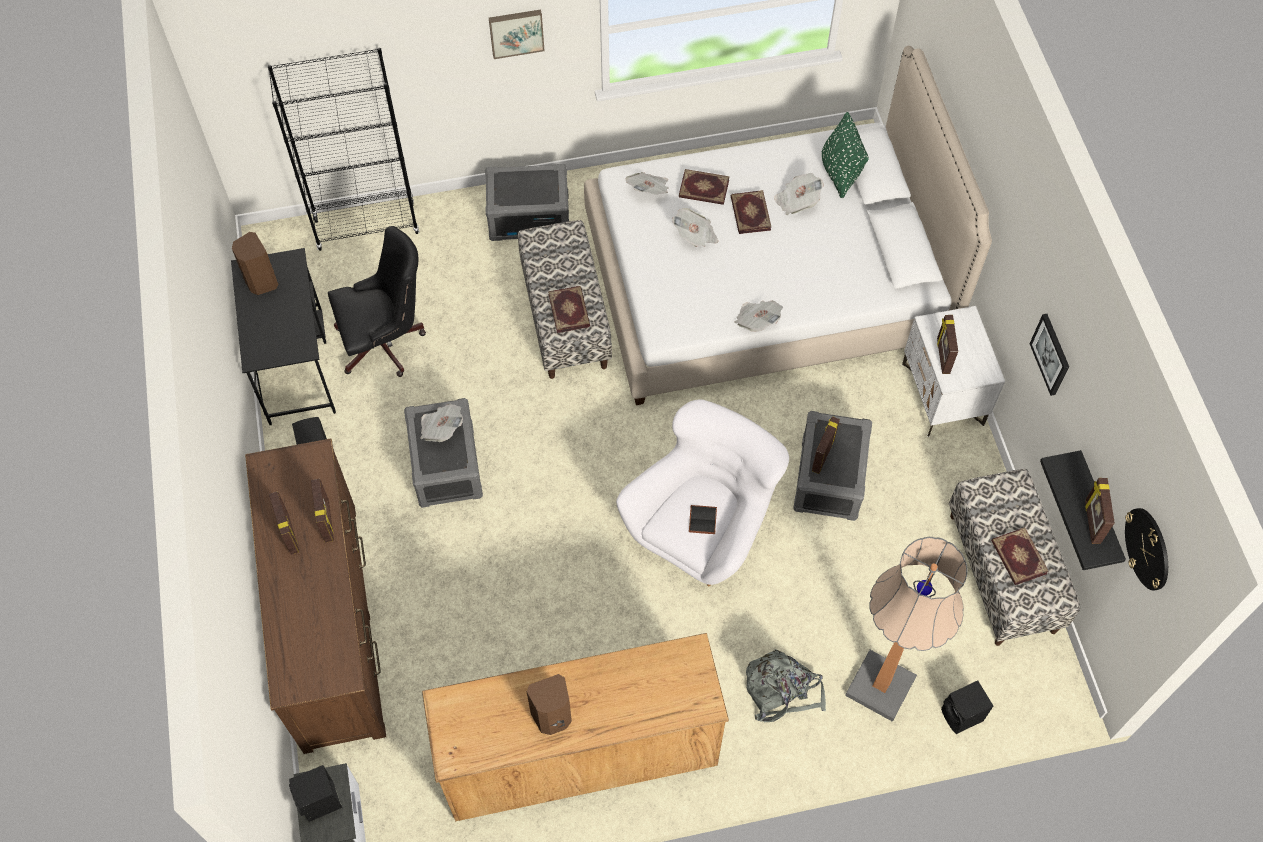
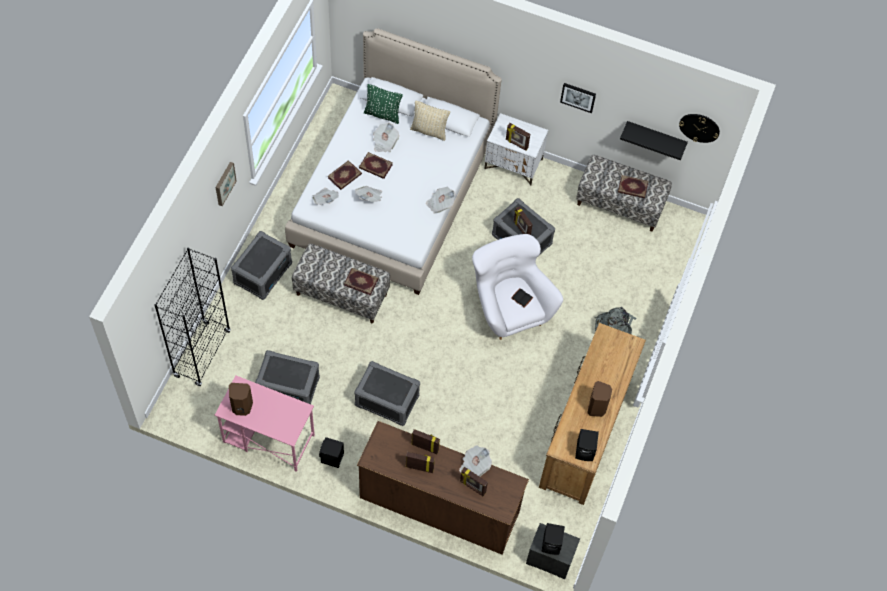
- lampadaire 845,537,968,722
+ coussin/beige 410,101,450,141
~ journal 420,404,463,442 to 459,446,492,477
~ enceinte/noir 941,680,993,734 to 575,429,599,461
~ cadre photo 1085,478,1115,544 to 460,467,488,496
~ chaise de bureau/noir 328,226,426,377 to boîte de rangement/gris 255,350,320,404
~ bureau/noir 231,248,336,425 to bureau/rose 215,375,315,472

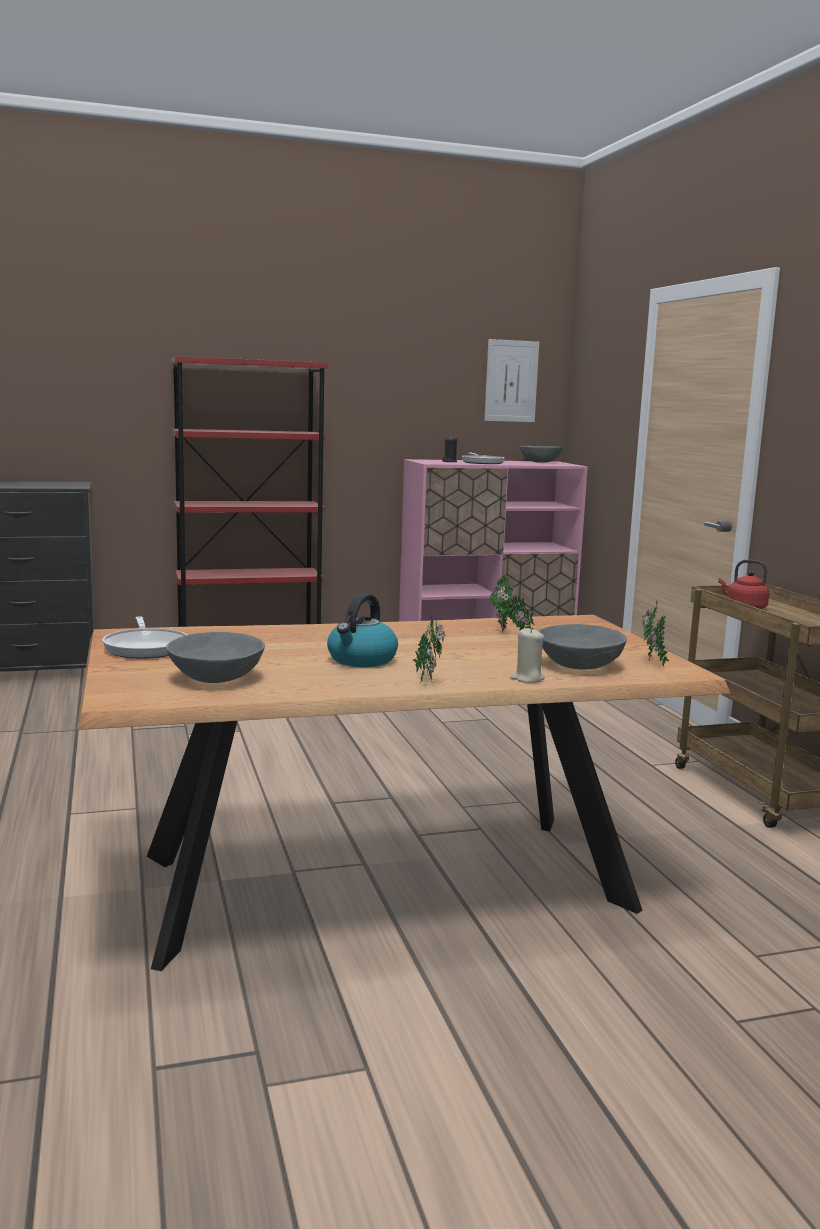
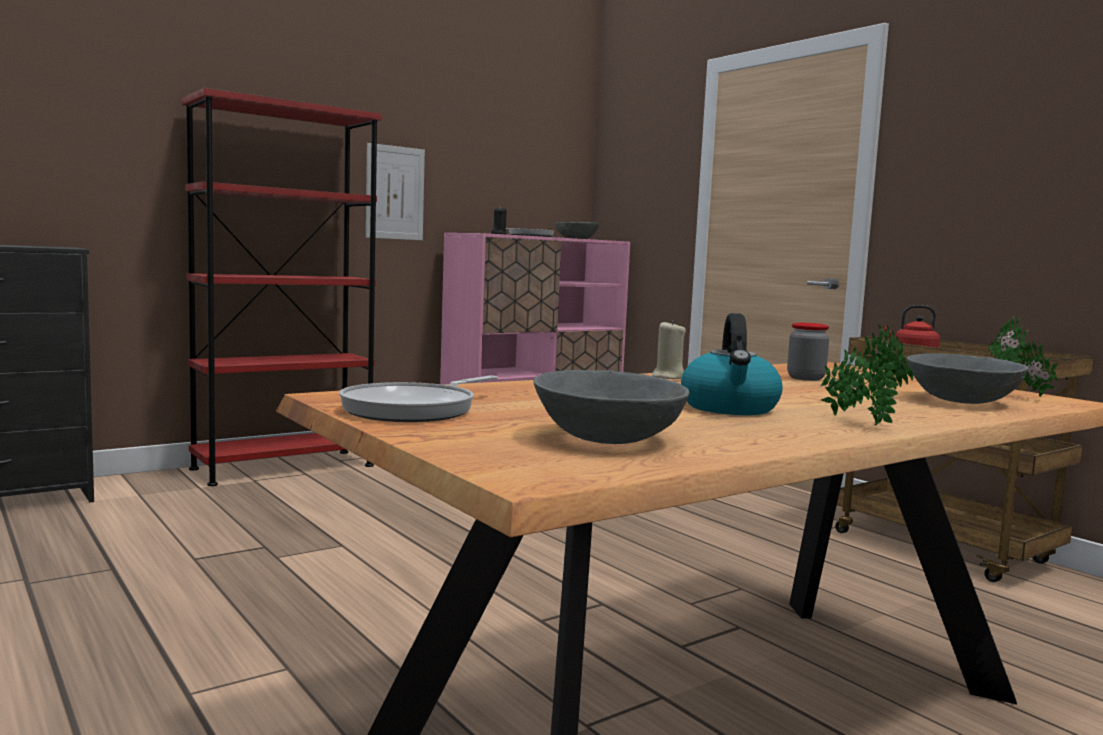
~ tableau 484,339,539,422 to 366,143,425,240
~ bougie/beige 510,628,545,683 to 651,320,686,379
~ plante en pot 490,574,534,633 to bocal 787,323,829,381
~ poêle 102,616,187,659 = 339,376,498,422 75 degrees clockwise

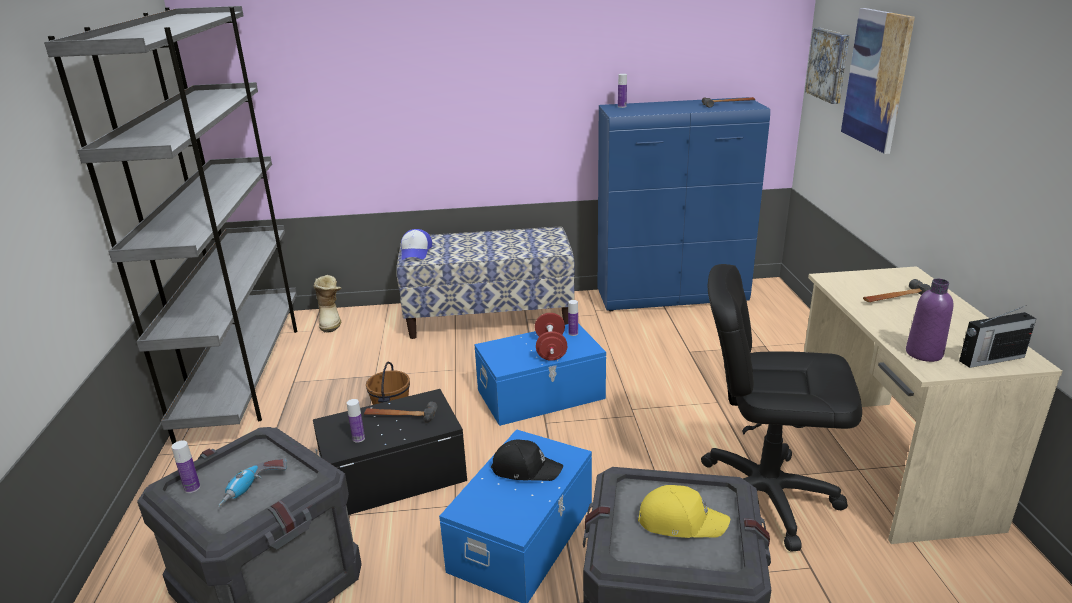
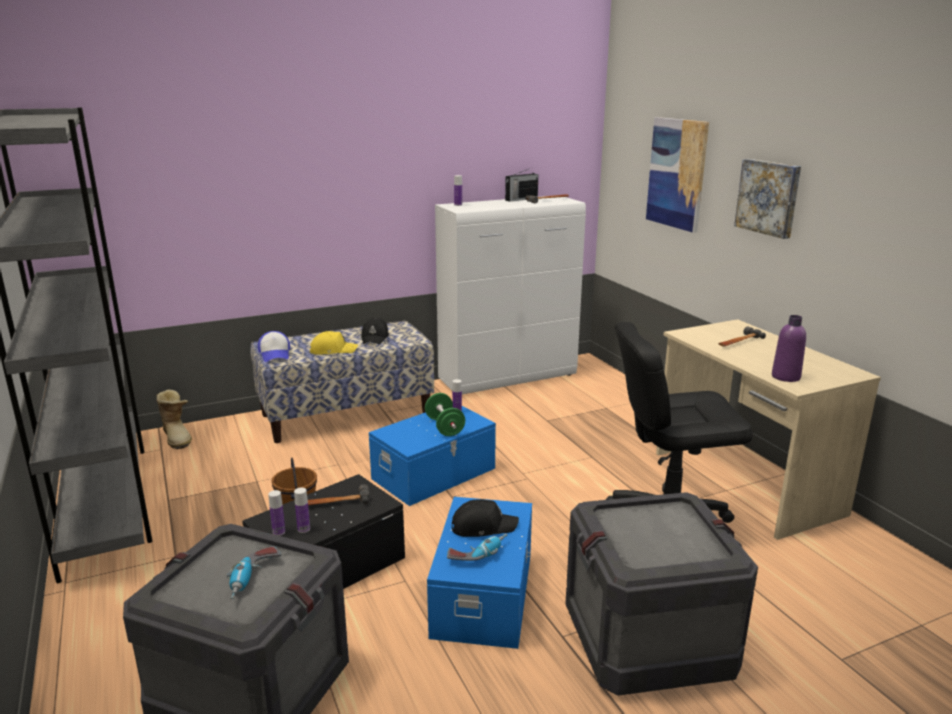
+ casquette/noir 361,317,389,344
+ perceuse 447,534,507,561
~ bouteille 172,440,200,493 to 268,490,285,536
~ casquette/jaune 638,485,730,538 to 310,331,358,355
~ tableau 805,28,850,104 to 734,159,801,239
~ radio 959,305,1037,368 to 505,167,538,202
~ haltère/rouge 535,313,567,361 to haltère/vert 425,393,465,436
~ meuble de rangement/bleu 598,97,770,311 to meuble de rangement/blanc 435,196,586,394

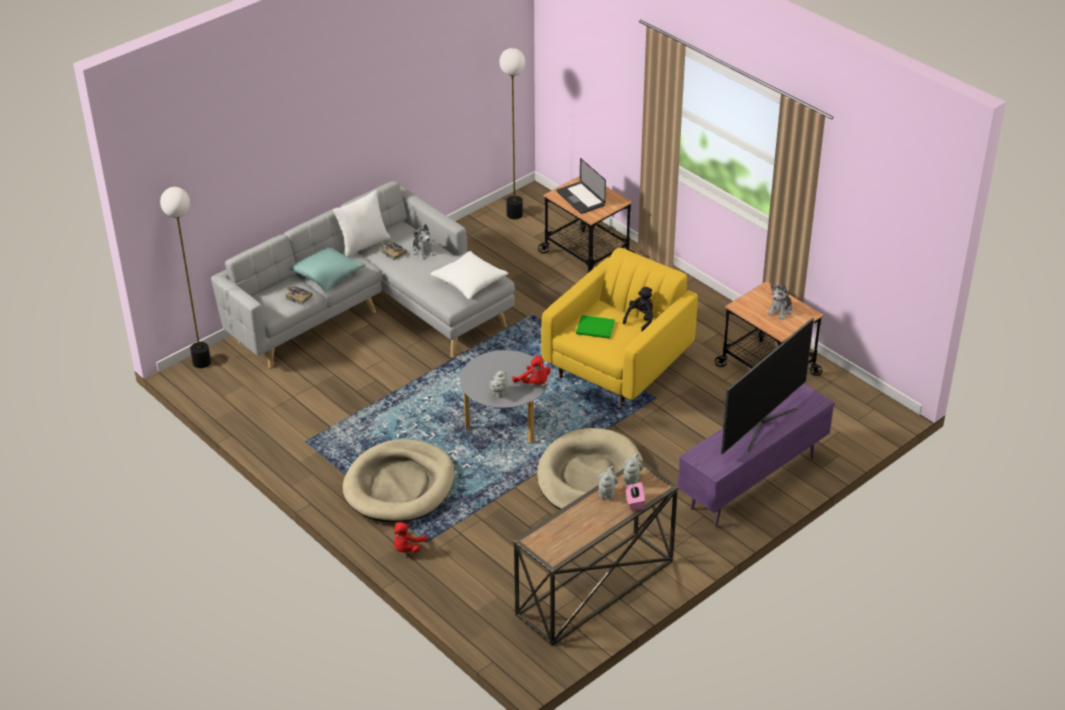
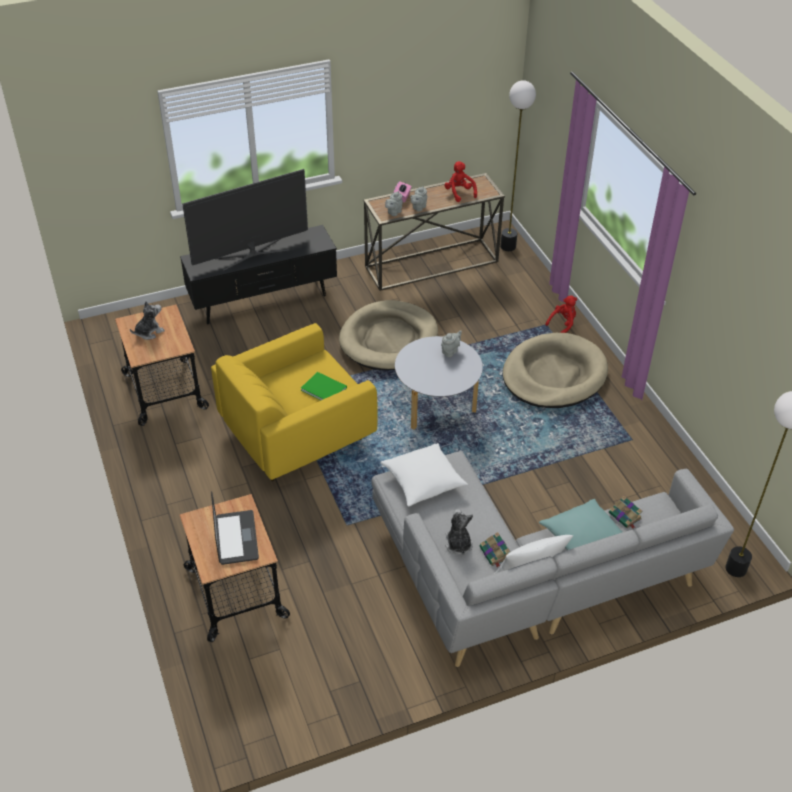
- peluche/noir 623,287,653,331
~ lampadaire 499,48,525,219 to 500,80,536,251
~ peluche/rouge 512,355,551,385 to 444,161,477,202
~ meuble télé/violet 678,384,835,527 to meuble télé/noir 180,225,337,324

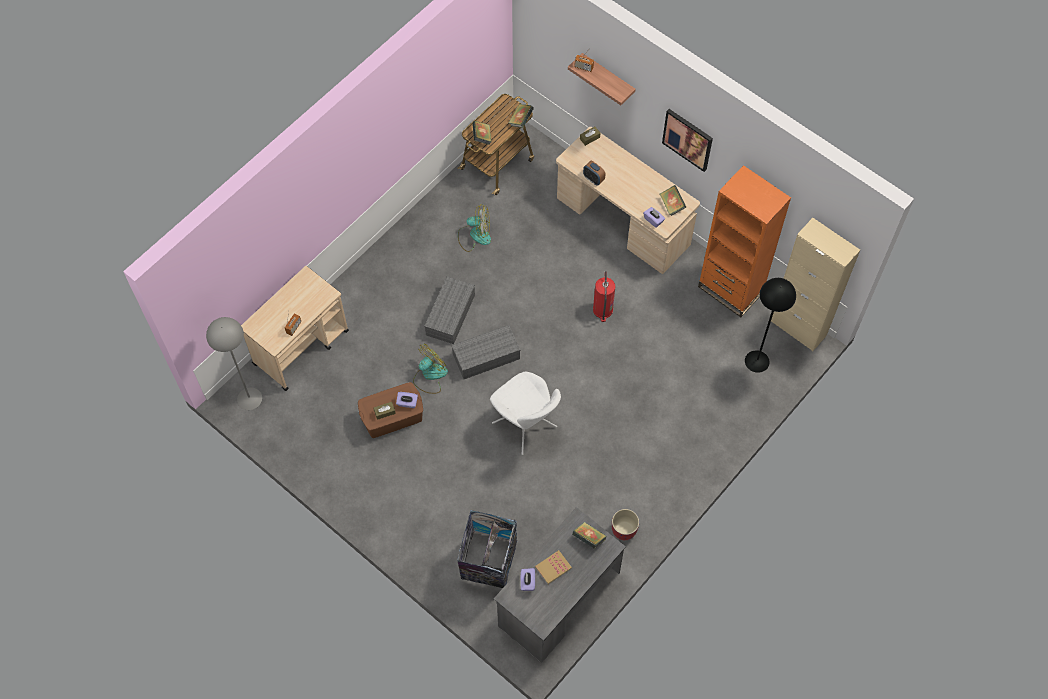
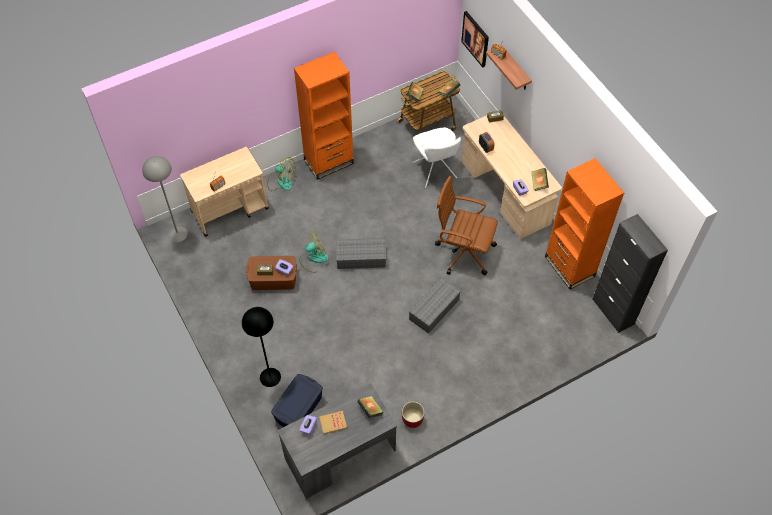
+ bibliothèque/orange 294,52,354,180
~ boîte de rangement/gris 424,276,475,344 to 409,278,461,334
~ ventilateur 458,204,491,252 to 267,157,295,191
~ chaise/blanc 490,372,561,455 to 412,127,461,188
~ tableau 662,109,713,172 to 461,11,489,68
~ lampadaire/noir 745,278,796,373 to 242,307,281,387
~ poubelle 457,510,517,588 to boîte de rangement/bleu 271,374,323,427
~ extincteur 593,271,615,322 to chaise de bureau/marron 435,176,498,275
~ meuble de rangement/beige 771,218,860,351 to meuble de rangement/noir 592,214,668,333

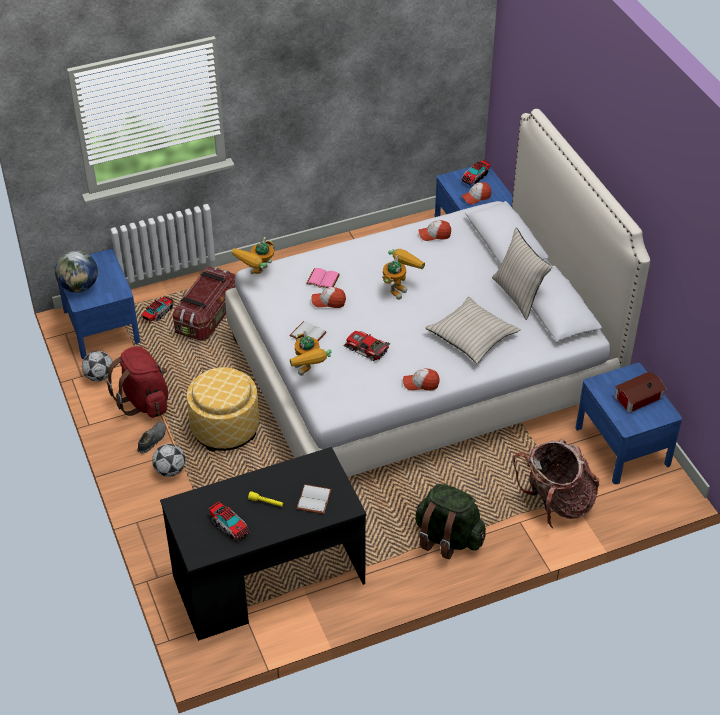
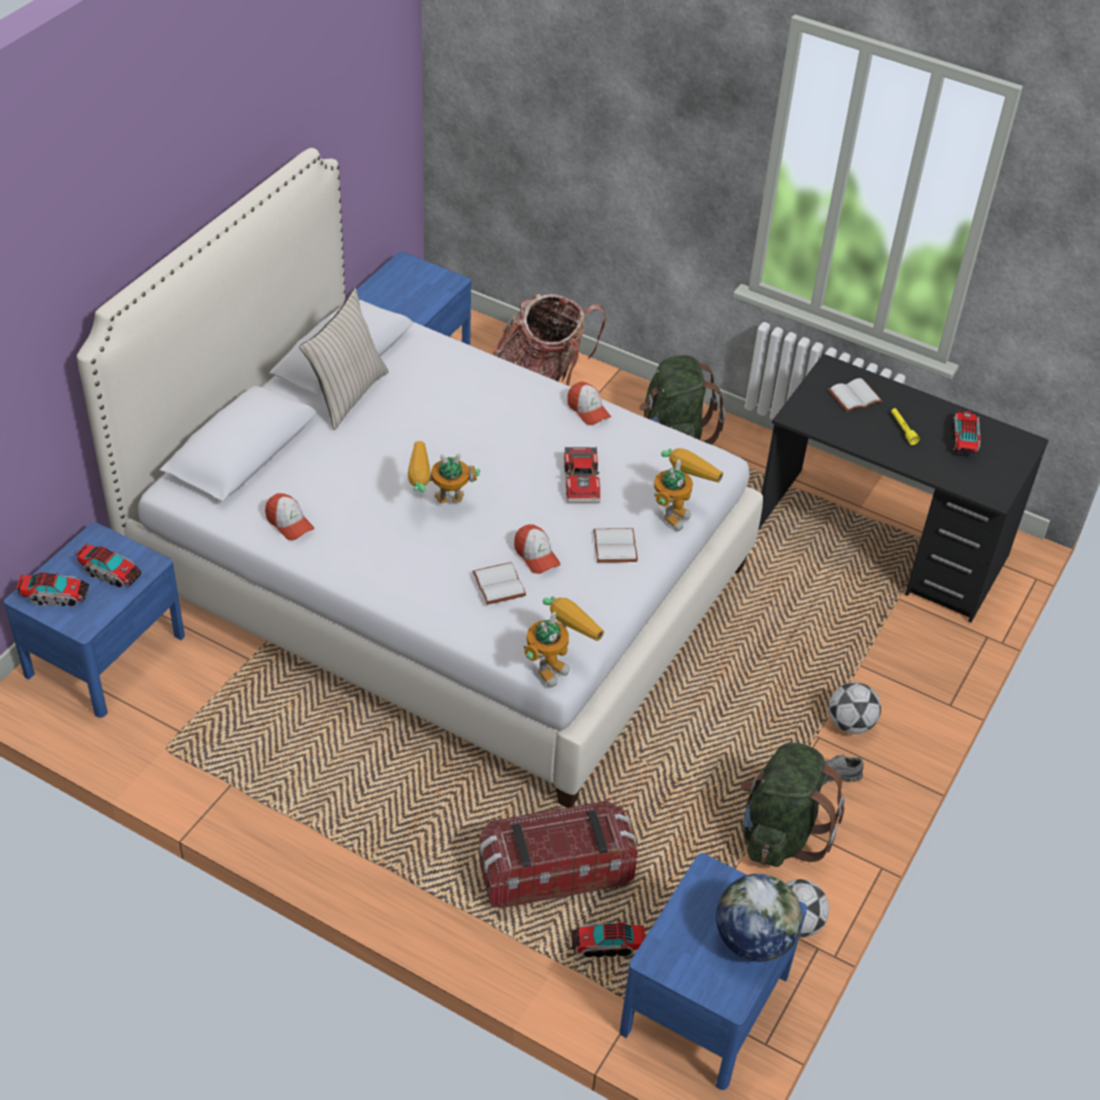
- pouf 187,367,259,452
- coussin/beige 425,297,521,364
- maison miniature 615,372,666,413
~ casquette 462,182,491,205 to camion jouet 75,543,142,588
~ sac à dos/rouge 106,346,168,418 to sac à dos/vert 741,742,845,867
~ livre/rose 306,268,340,288 to livre/blanc 472,562,526,605
~ robot jouet 232,237,275,274 = 524,596,604,688 45 degrees counterclockwise

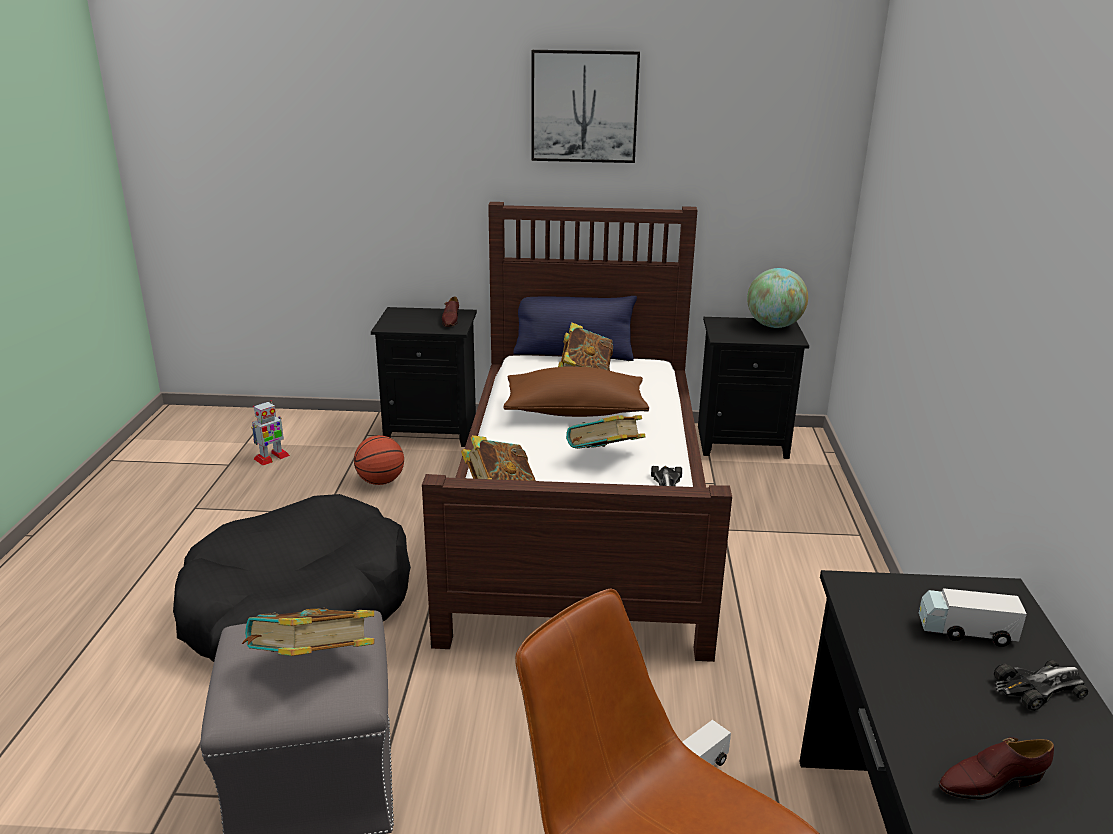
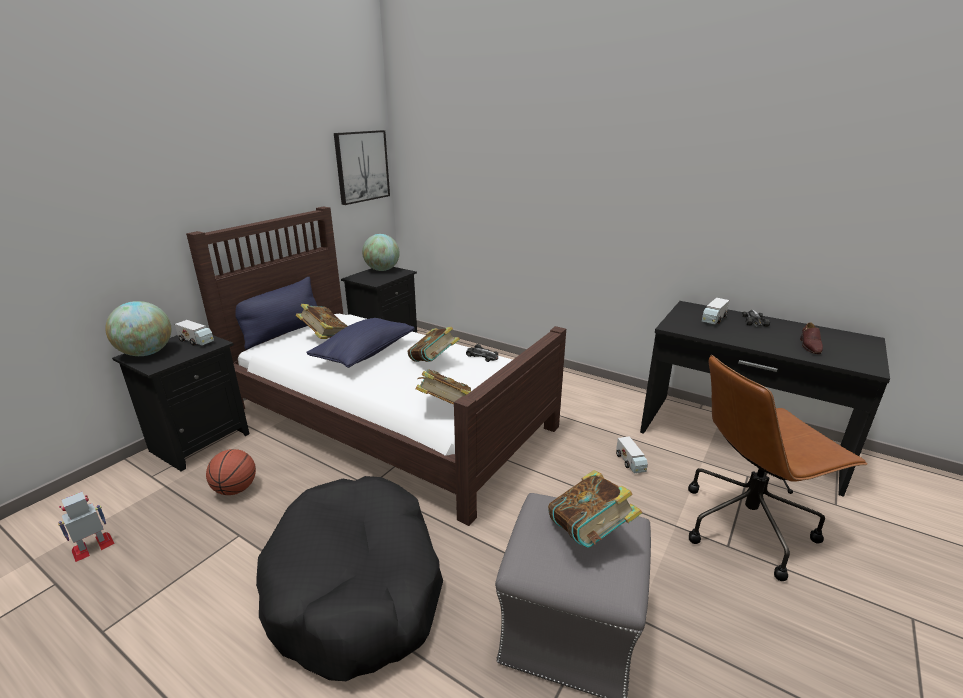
+ globe 105,301,171,356
~ tableau 532,50,640,163 to 334,130,390,205
~ chaussure/marron 442,296,459,327 to camion jouet 175,320,214,346
~ coussin/marron 504,366,649,417 to coussin/bleu 306,318,415,368
~ robot jouet 251,400,290,466 = 58,492,115,562 120 degrees counterclockwise

